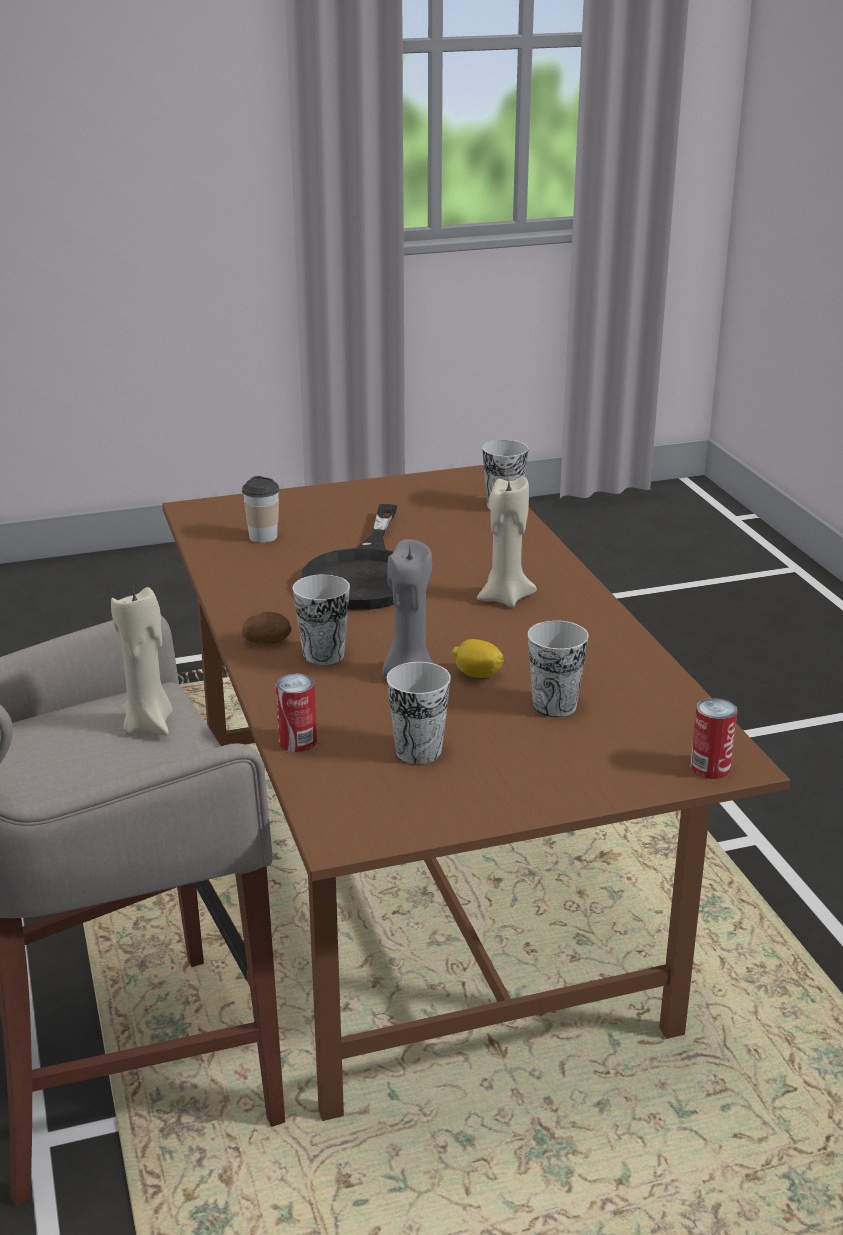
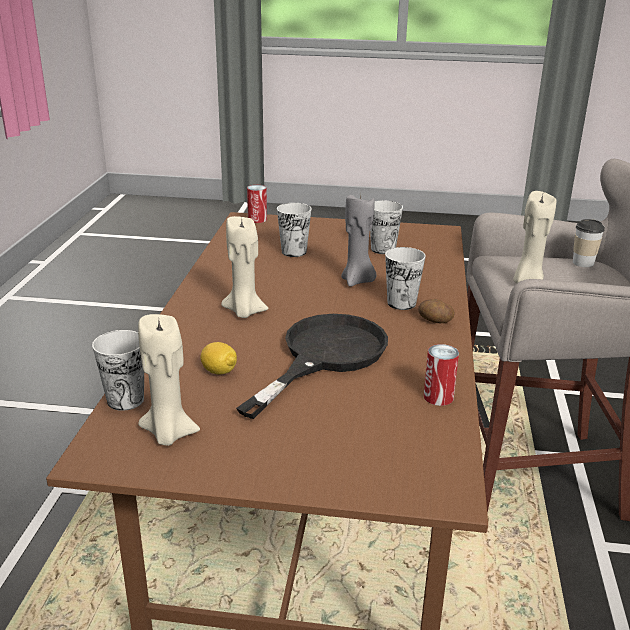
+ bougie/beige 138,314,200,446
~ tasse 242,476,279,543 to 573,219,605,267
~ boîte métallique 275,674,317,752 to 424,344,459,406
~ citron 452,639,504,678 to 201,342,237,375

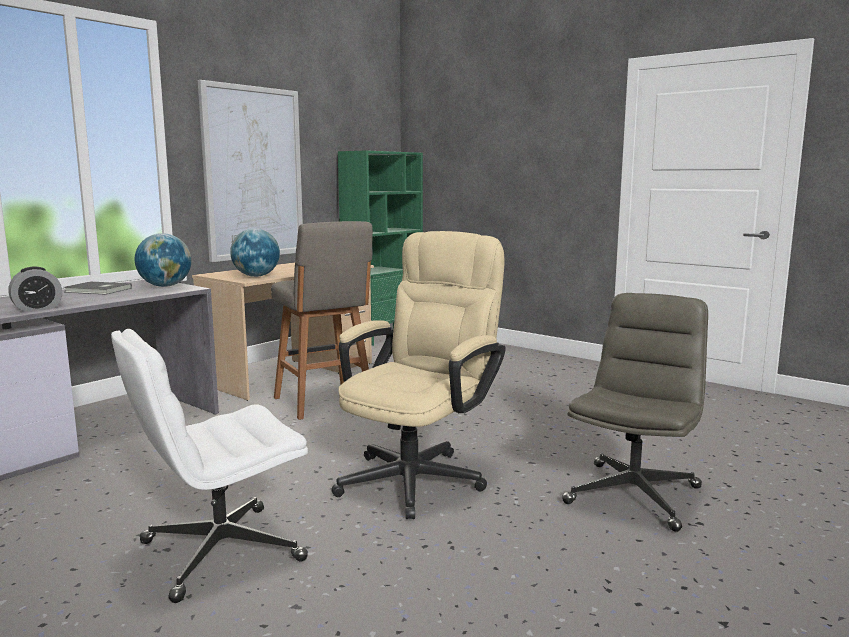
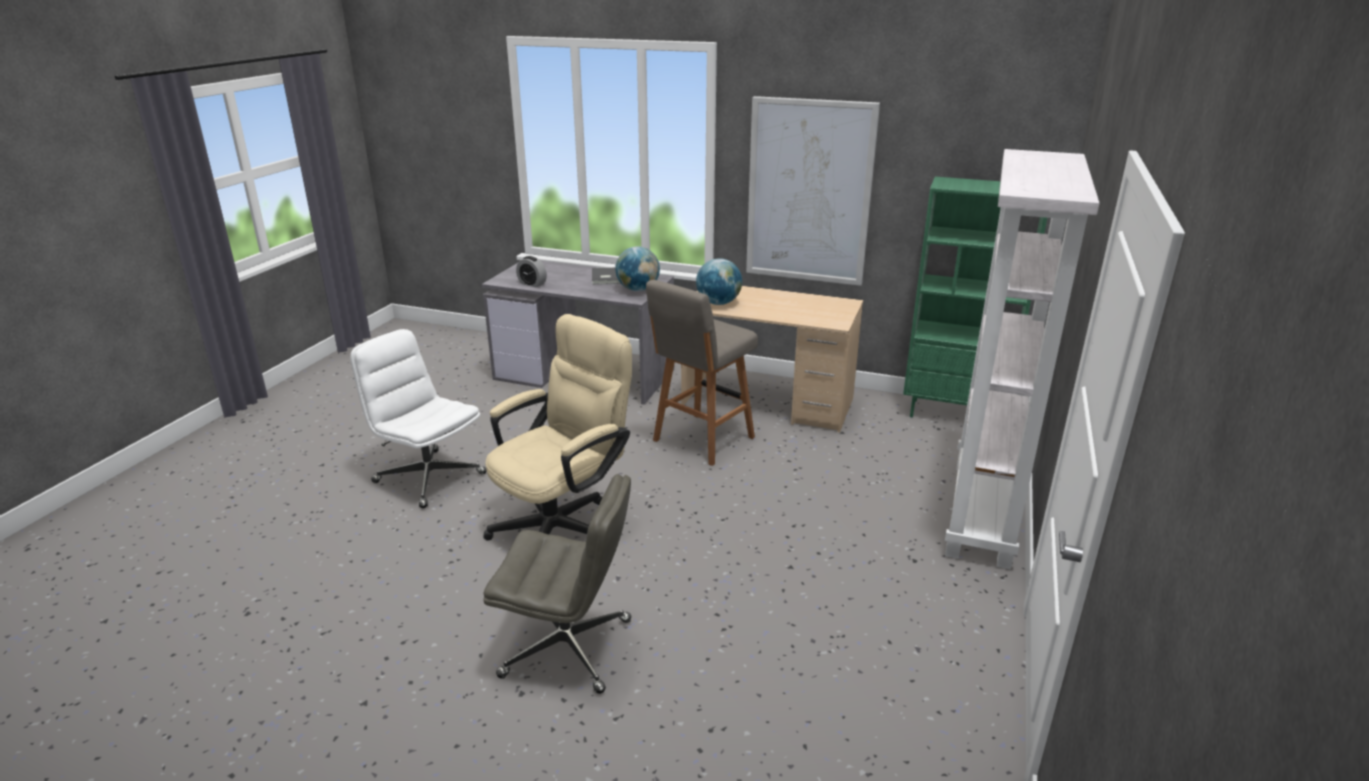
+ bibliothèque/blanc 945,149,1100,569
~ chaise de bureau/beige 331,231,506,519 = 483,314,632,541 60 degrees counterclockwise

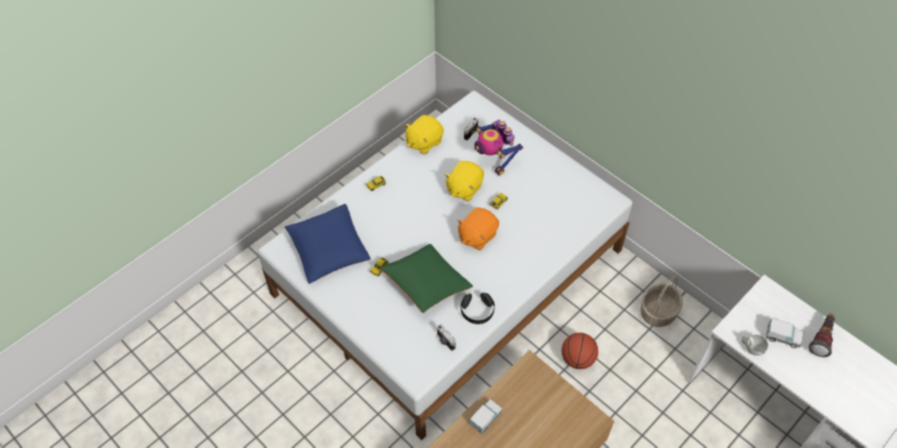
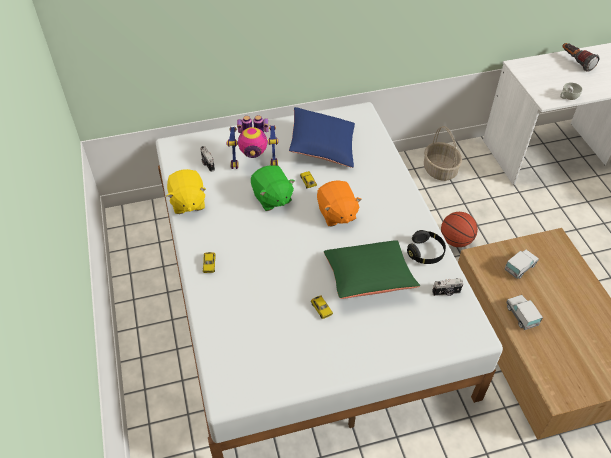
~ coussin/bleu 285,204,371,284 to 289,107,355,168
~ camion jouet 766,318,803,348 to 504,250,539,279
~ peluche/jaune 444,161,484,201 to peluche/vert 251,165,295,211

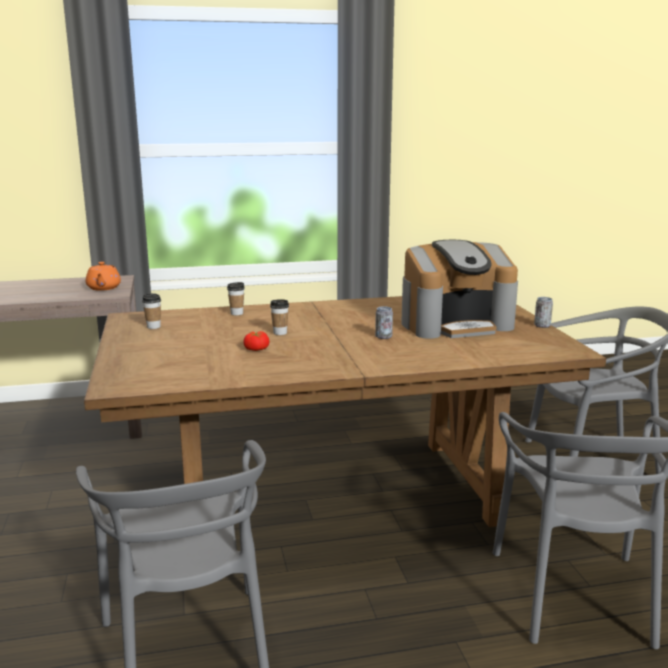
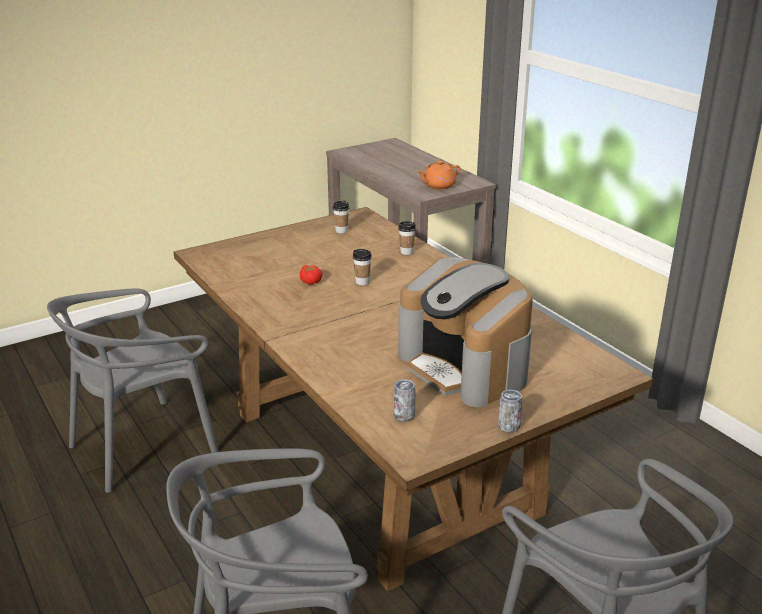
~ boîte métallique 375,306,393,339 to 393,379,416,422

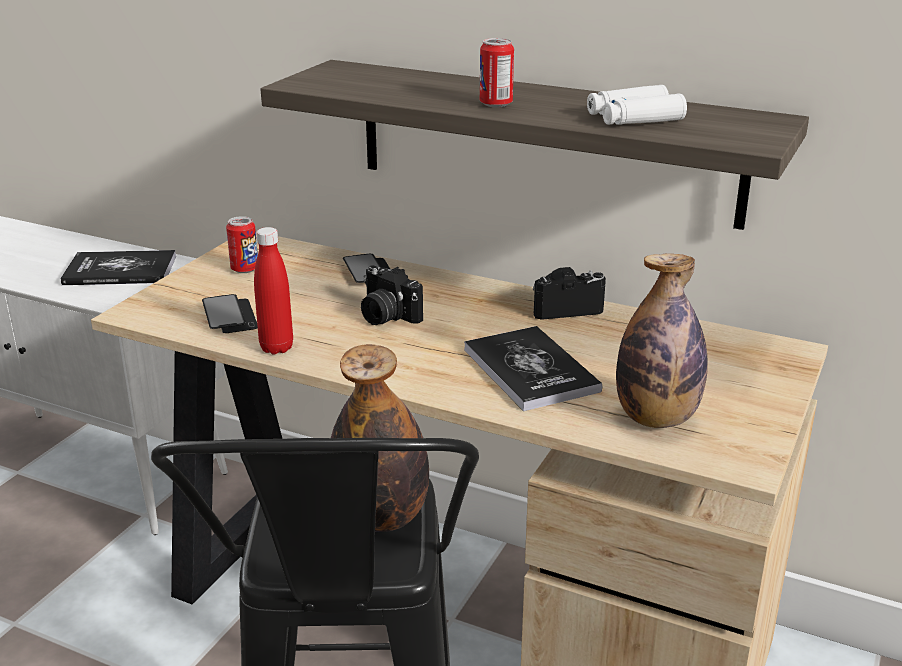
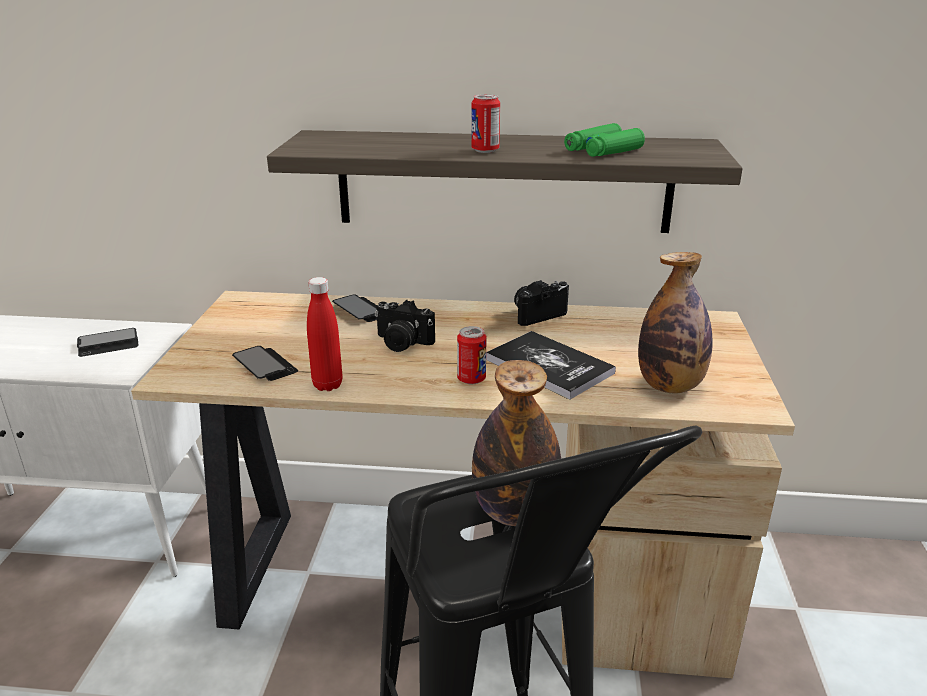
~ boîte métallique 226,216,258,273 to 457,326,487,385
~ livre 61,250,176,285 to téléphone 77,328,139,357
~ jumelles/blanc 587,85,687,125 to jumelles/vert 564,123,645,157

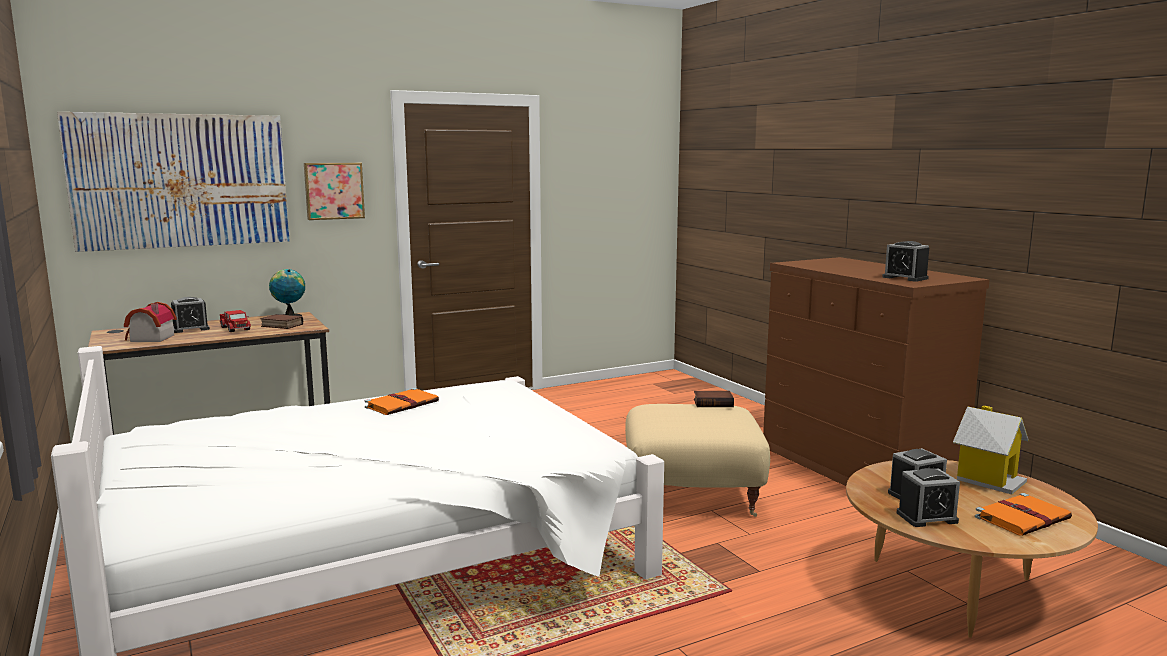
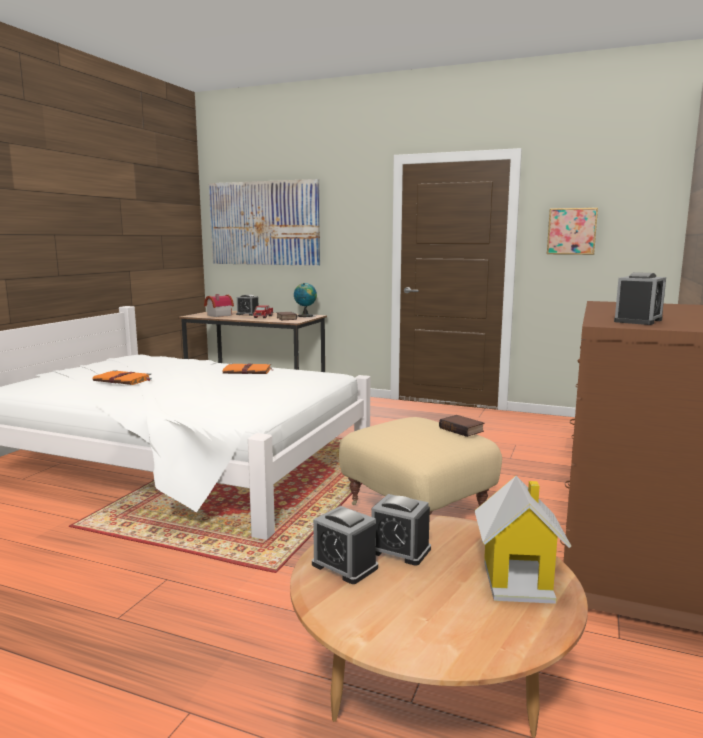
~ tableau 304,163,365,220 to 547,208,598,255
~ livre/orange 975,493,1072,536 to 93,370,152,385
~ réveil 882,241,929,282 = 614,272,666,325 150 degrees counterclockwise

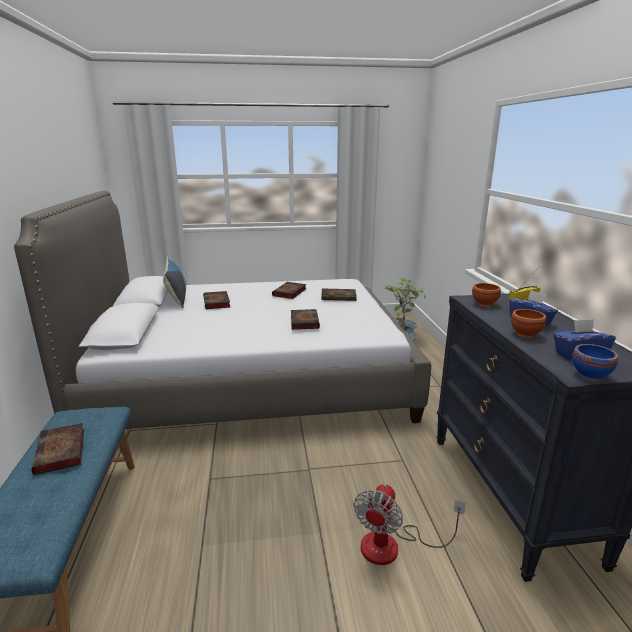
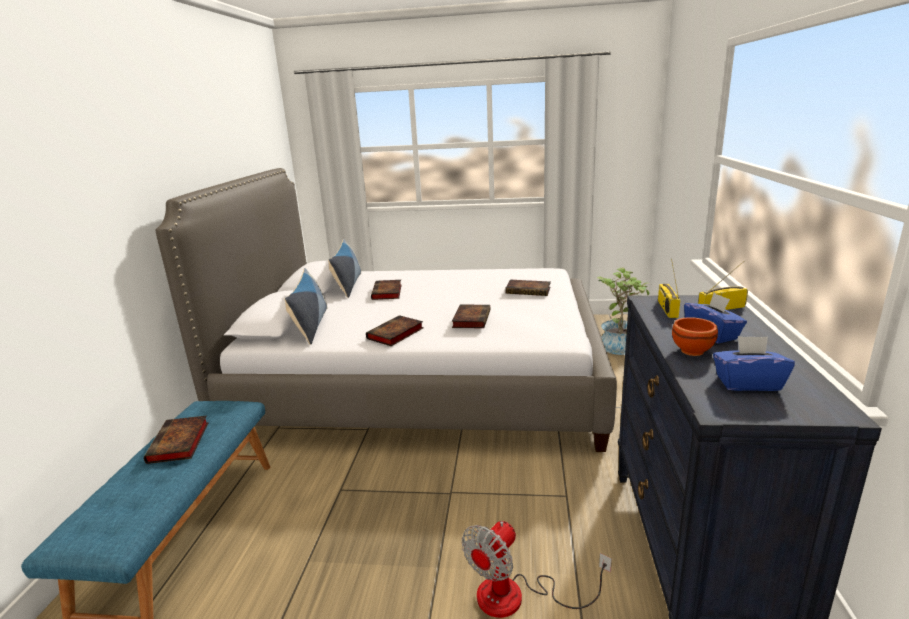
- bol/bleu 572,344,618,381
+ coussin 284,268,328,345
~ livre 272,282,306,299 to 366,315,424,346
~ bol/marron 472,283,501,307 to radio 658,259,680,318

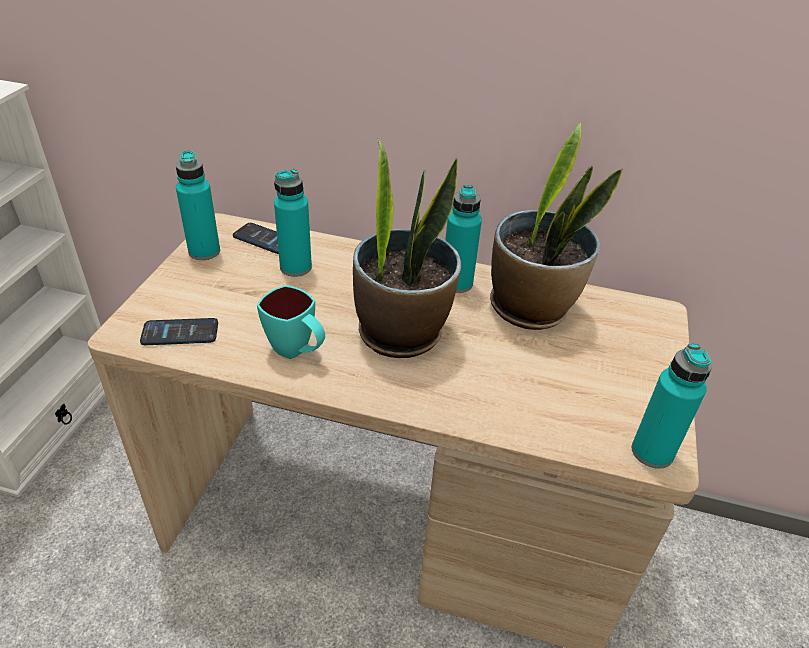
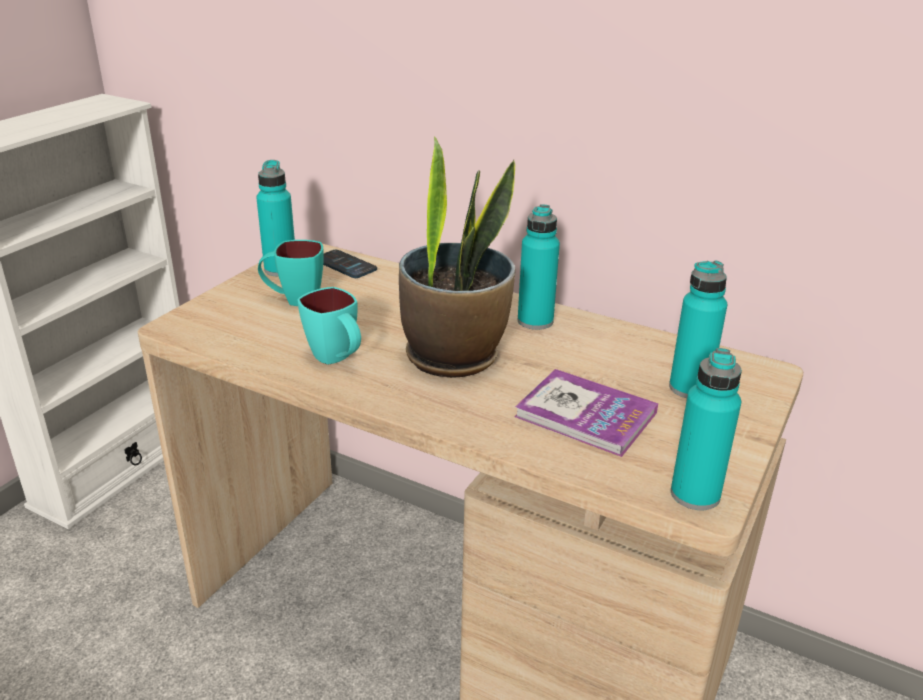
- téléphone 140,318,218,345
- plante en pot 490,122,622,330
+ mug/turquoise 258,240,324,306
+ livre 515,369,658,457
~ bouteille/turquoise 274,169,312,277 to 669,260,727,398

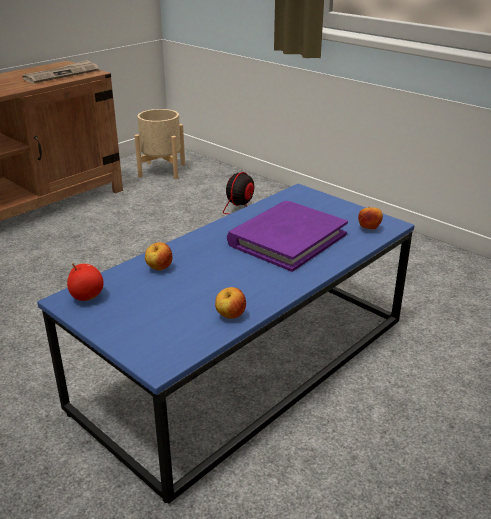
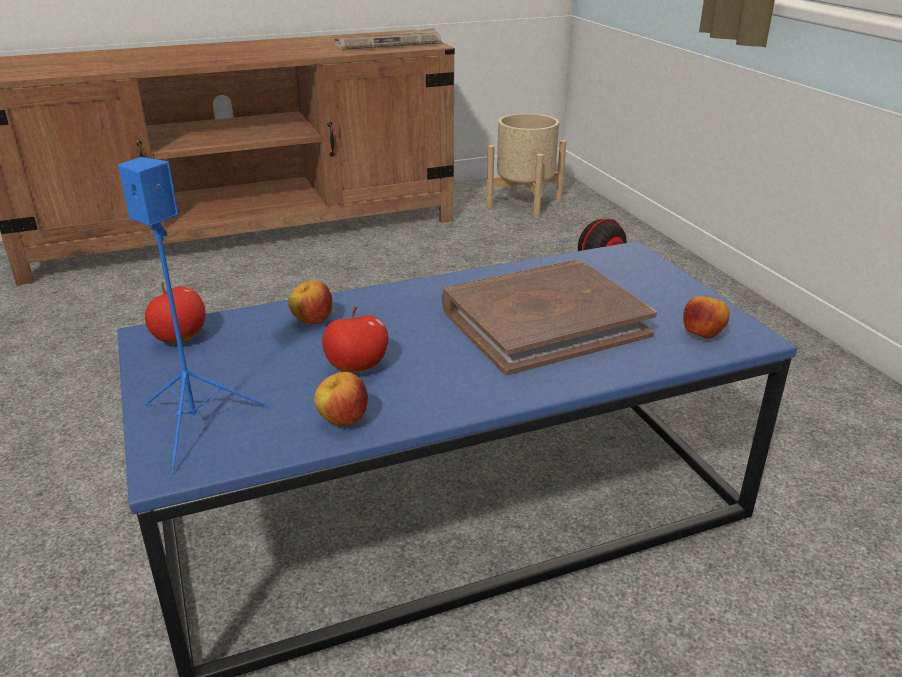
+ enceinte/bleu 118,157,268,474
+ pomme 322,306,388,372
~ livre/violet 227,201,348,272 to livre/marron 442,260,657,375

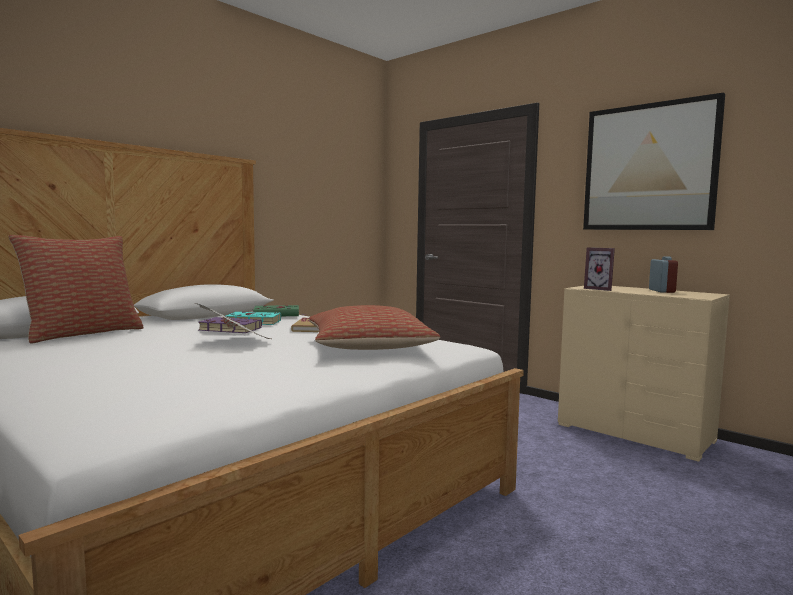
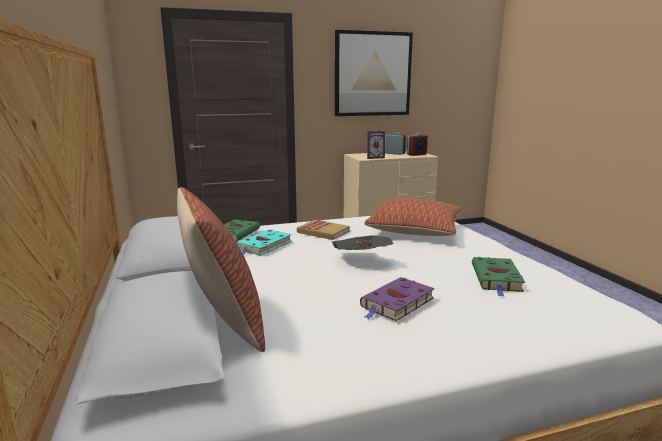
+ réveil 407,133,428,156
+ livre/vert 472,257,525,297
~ livre/violet 199,317,262,333 to 360,277,435,321

